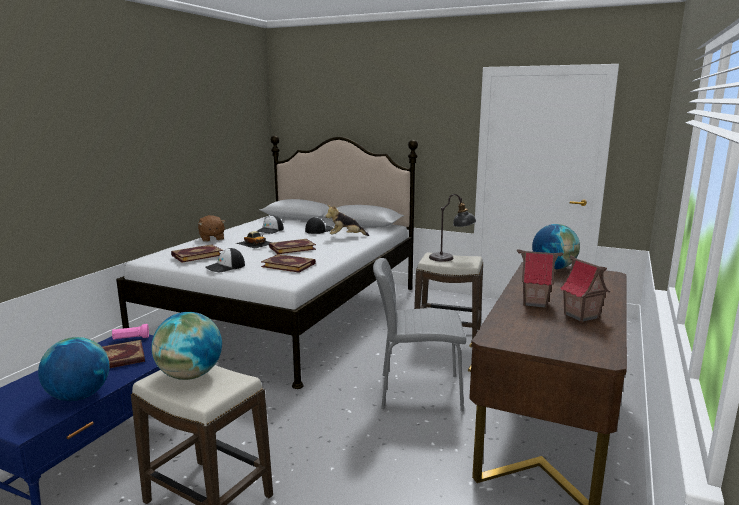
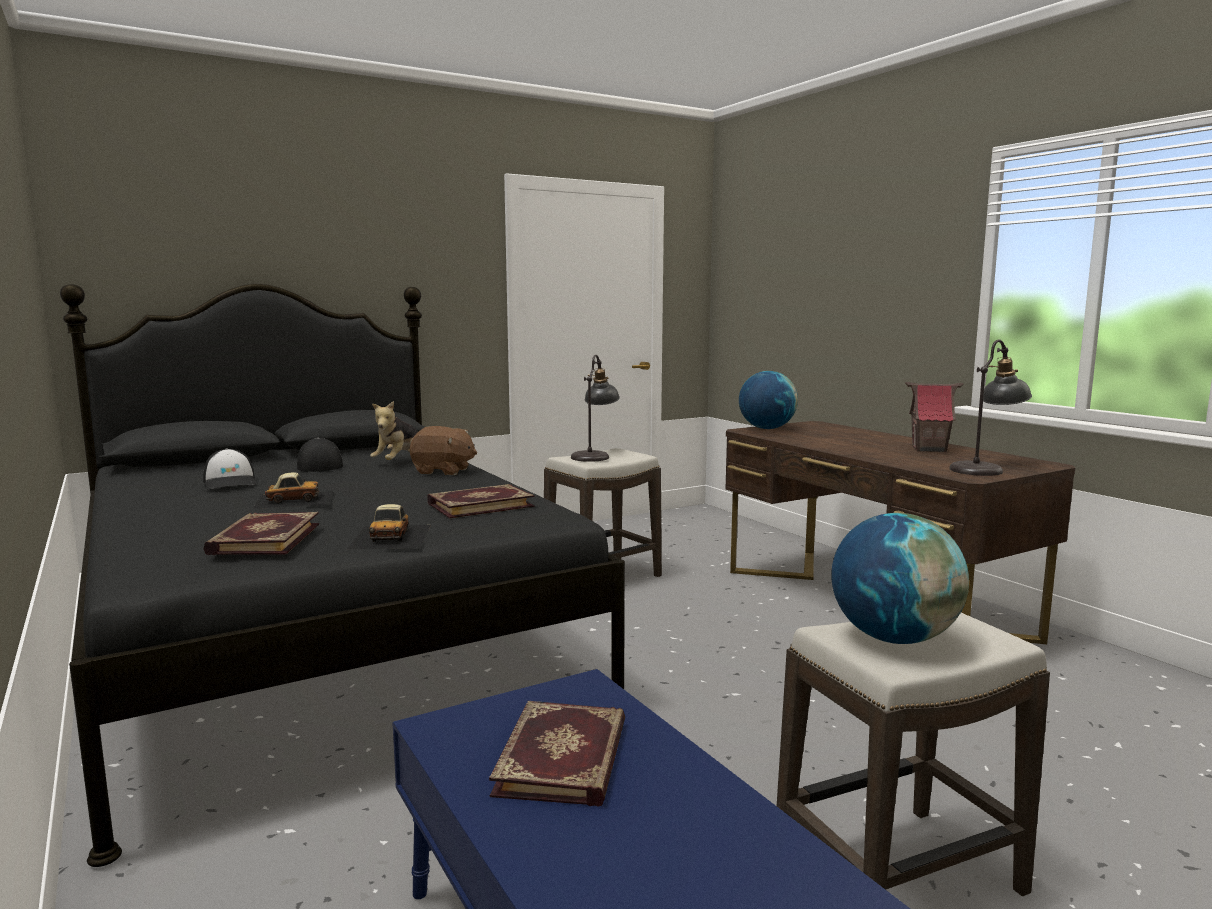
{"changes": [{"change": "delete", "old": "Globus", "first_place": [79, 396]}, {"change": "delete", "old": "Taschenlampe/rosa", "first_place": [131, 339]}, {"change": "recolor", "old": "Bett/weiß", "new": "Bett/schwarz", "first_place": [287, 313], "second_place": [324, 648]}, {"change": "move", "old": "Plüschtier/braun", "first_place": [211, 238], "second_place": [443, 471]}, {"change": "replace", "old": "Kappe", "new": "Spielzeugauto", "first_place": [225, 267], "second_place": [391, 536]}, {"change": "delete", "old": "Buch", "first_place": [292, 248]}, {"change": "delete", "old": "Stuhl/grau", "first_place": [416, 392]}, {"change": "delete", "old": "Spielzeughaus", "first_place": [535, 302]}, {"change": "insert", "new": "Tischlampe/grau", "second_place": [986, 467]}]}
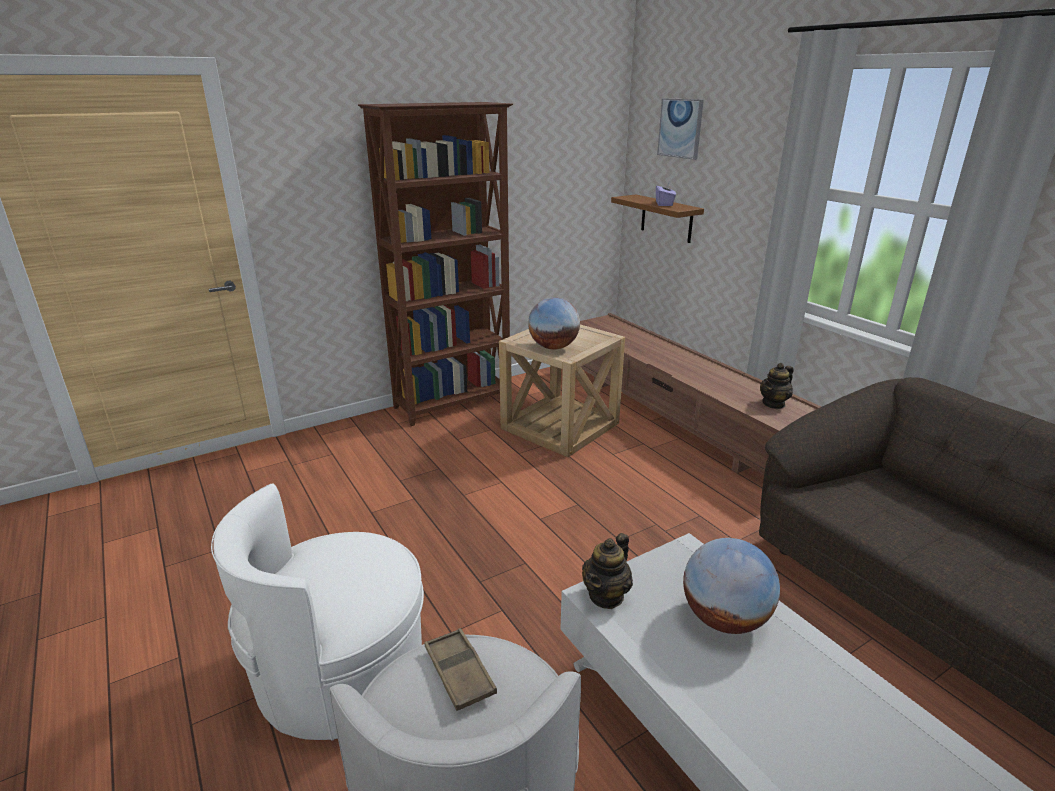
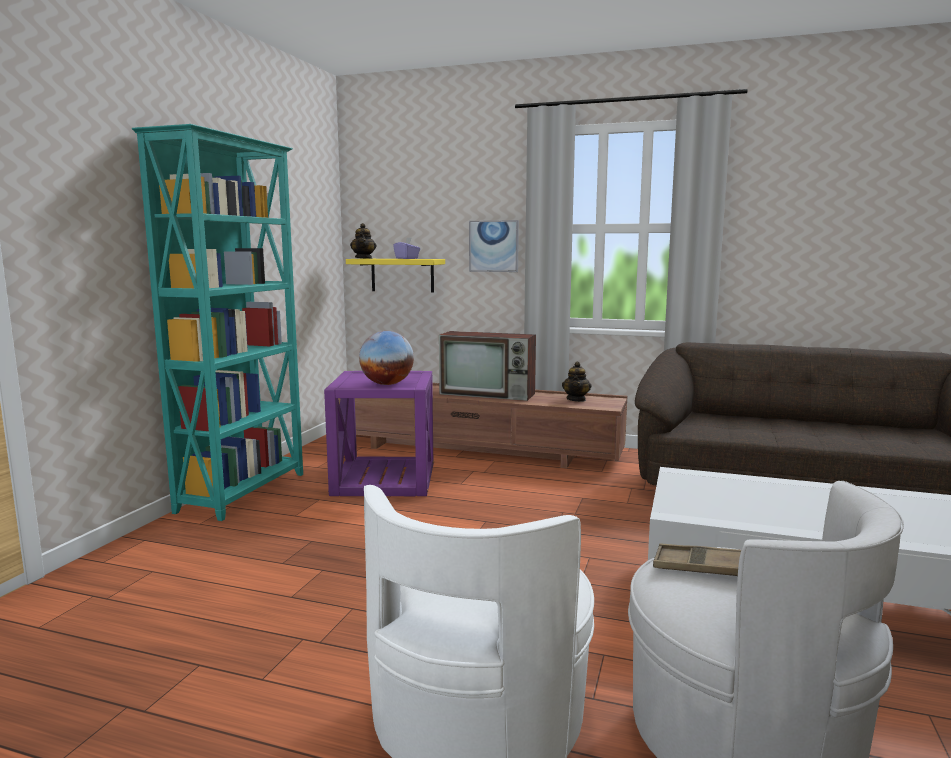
{"changes": [{"change": "recolor", "old": "Bücherregal/braun", "new": "Bücherregal/türkis", "first_place": [454, 403], "second_place": [244, 492]}, {"change": "recolor", "old": "Beistelltisch/beige", "new": "Beistelltisch/lila", "first_place": [560, 426], "second_place": [384, 479]}, {"change": "move", "old": "Teekanne", "first_place": [606, 595], "second_place": [364, 258]}, {"change": "recolor", "old": "Wandregal/braun", "new": "Wandregal/gelb", "first_place": [666, 218], "second_place": [402, 275]}, {"change": "move", "old": "Bild", "first_place": [680, 128], "second_place": [494, 246]}, {"change": "delete", "old": "Globus", "first_place": [724, 619]}, {"change": "insert", "new": "Fernseher", "second_place": [489, 394]}]}
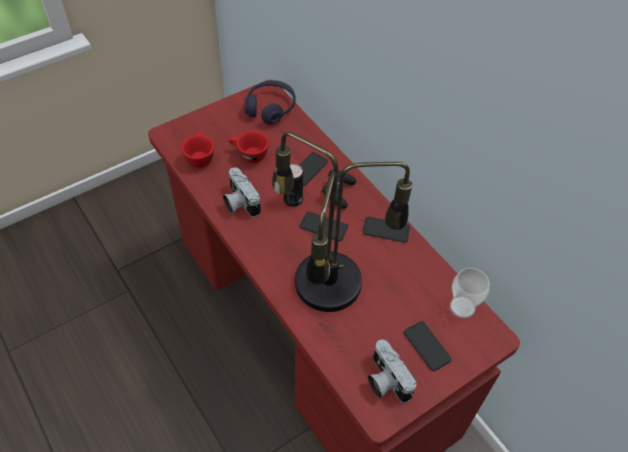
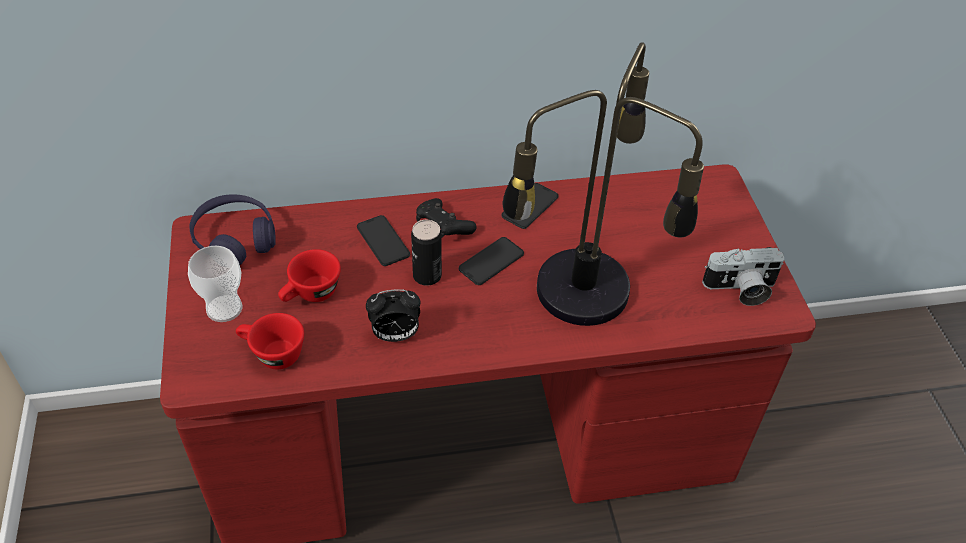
{"changes": [{"change": "replace", "old": "Kamera", "new": "Wecker", "first_place": [239, 202], "second_place": [395, 335]}, {"change": "delete", "old": "Handy", "first_place": [427, 346]}, {"change": "move", "old": "Tasse", "first_place": [462, 307], "second_place": [224, 308]}]}
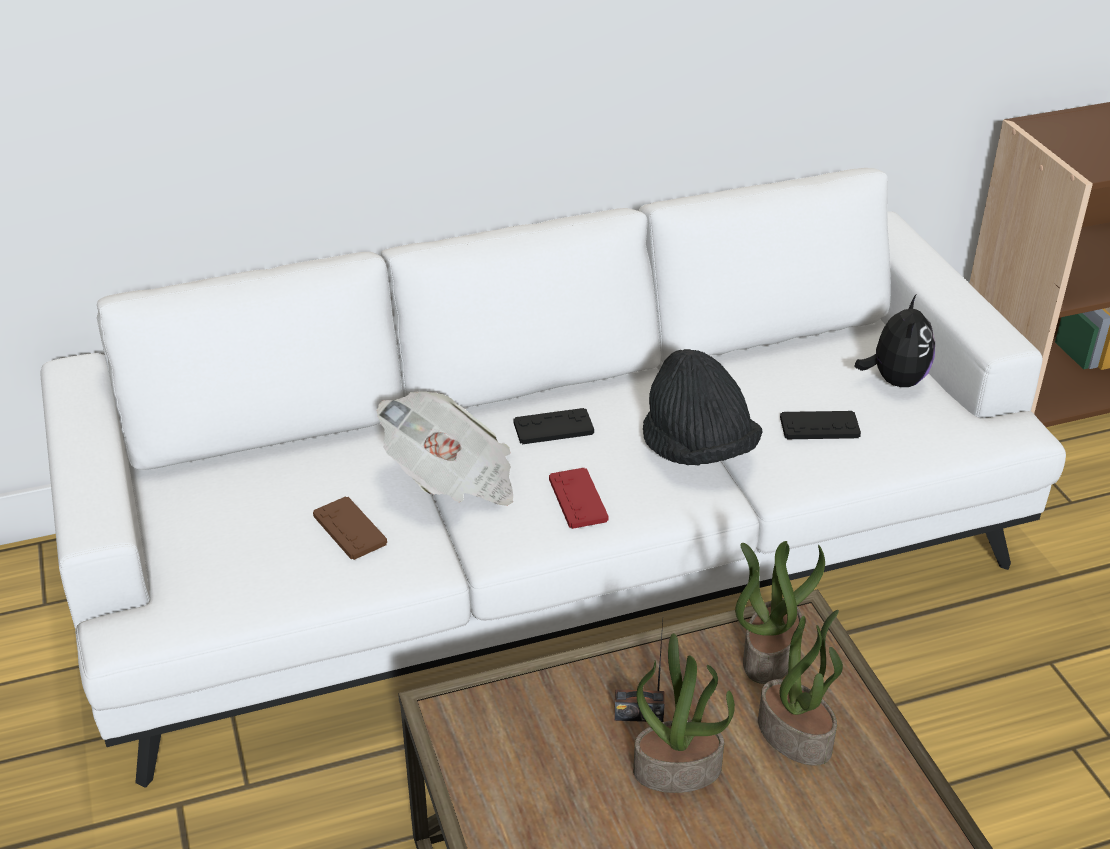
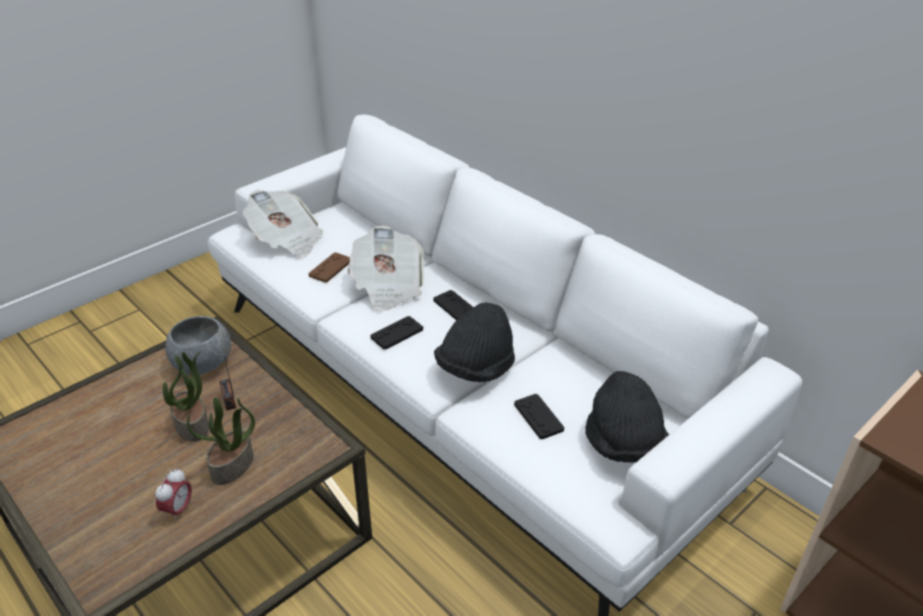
{"changes": [{"change": "recolor", "old": "Gamepad/rot", "new": "Gamepad/schwarz", "first_place": [578, 499], "second_place": [397, 333]}, {"change": "delete", "old": "Topfpflanze", "first_place": [769, 654]}, {"change": "replace", "old": "Plüschtier", "new": "Hut/schwarz", "first_place": [895, 380], "second_place": [624, 444]}, {"change": "insert", "new": "Wecker", "second_place": [178, 510]}, {"change": "insert", "new": "Schüssel/grau", "second_place": [202, 363]}, {"change": "insert", "new": "Zeitung", "second_place": [286, 240]}]}
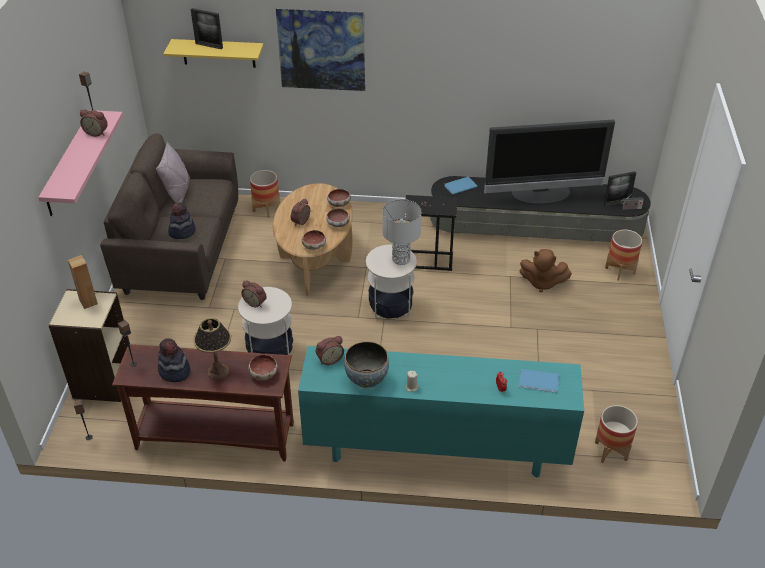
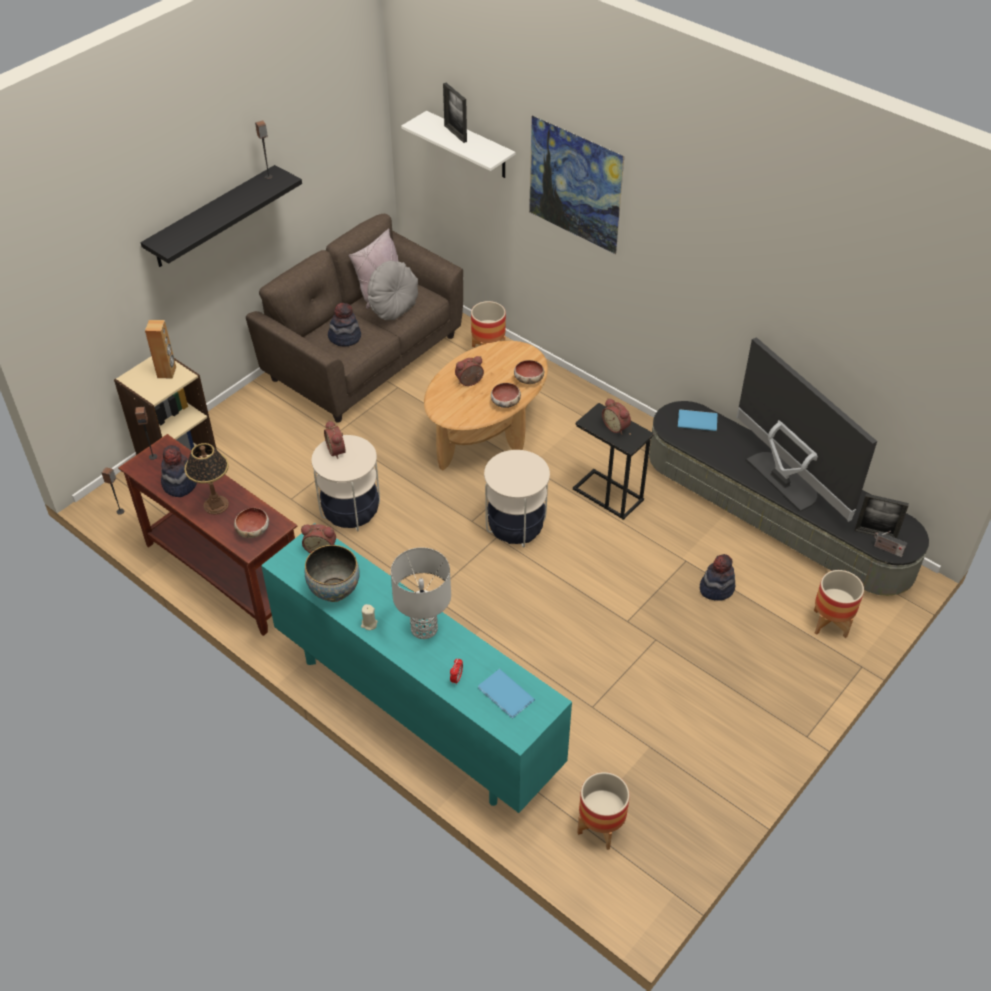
{"changes": [{"change": "recolor", "old": "Wandregal/rosa", "new": "Wandregal/schwarz", "first_place": [69, 164], "second_place": [212, 217]}, {"change": "move", "old": "Wecker", "first_place": [97, 132], "second_place": [616, 426]}, {"change": "recolor", "old": "Wandregal/gelb", "new": "Wandregal/weiß", "first_place": [218, 53], "second_place": [470, 145]}, {"change": "delete", "old": "Schüssel", "first_place": [314, 245]}, {"change": "move", "old": "Tischlampe/weiß", "first_place": [401, 259], "second_place": [424, 629]}, {"change": "rotate", "old": "Fernseher", "first_place": [541, 195], "second_place": [786, 478], "degrees": -150}, {"change": "replace", "old": "Plüschtier/braun", "new": "Hut", "first_place": [542, 282], "second_place": [716, 588]}, {"change": "insert", "new": "Kissen/grau", "second_place": [394, 311]}]}
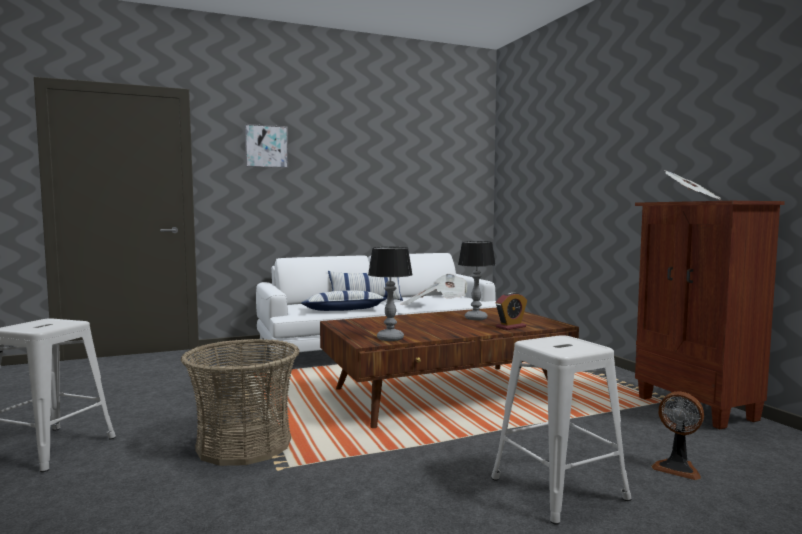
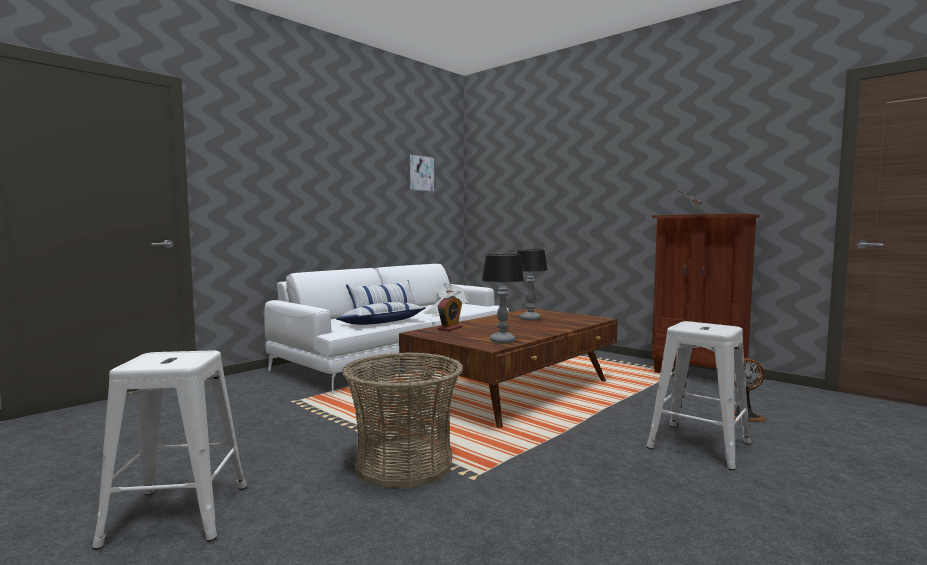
{"changes": [{"change": "move", "old": "Bild", "first_place": [266, 146], "second_place": [420, 173]}, {"change": "move", "old": "Wecker", "first_place": [511, 327], "second_place": [450, 328]}]}
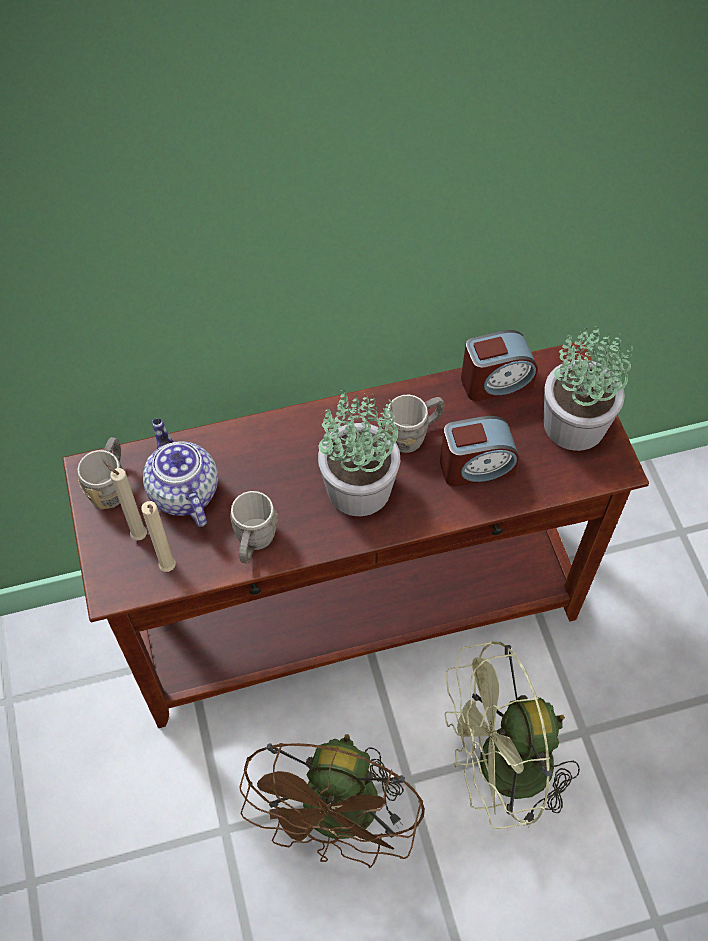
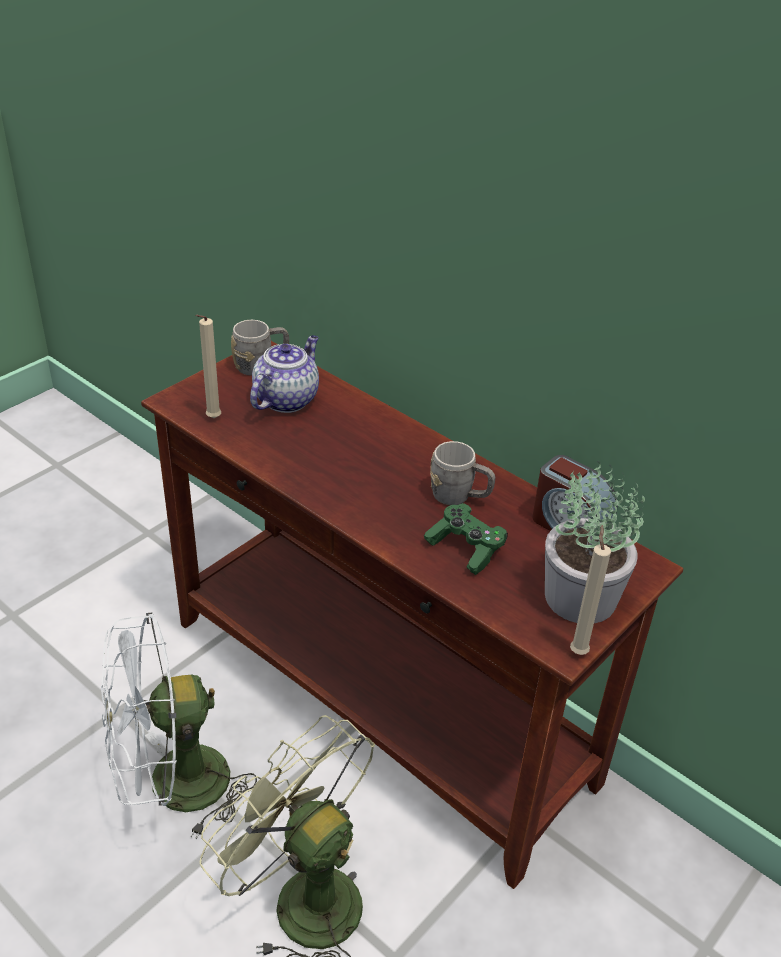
{"changes": [{"change": "move", "old": "Kerze/beige", "first_place": [137, 534], "second_place": [578, 650]}, {"change": "delete", "old": "Henkelbecher/grau", "first_place": [253, 543]}, {"change": "recolor", "old": "Ventilator/braun", "new": "Ventilator/weiß", "first_place": [339, 821], "second_place": [172, 787]}, {"change": "delete", "old": "Topfpflanze", "first_place": [360, 487]}, {"change": "replace", "old": "Wecker", "new": "Gamepad/grün", "first_place": [476, 466], "second_place": [466, 548]}]}
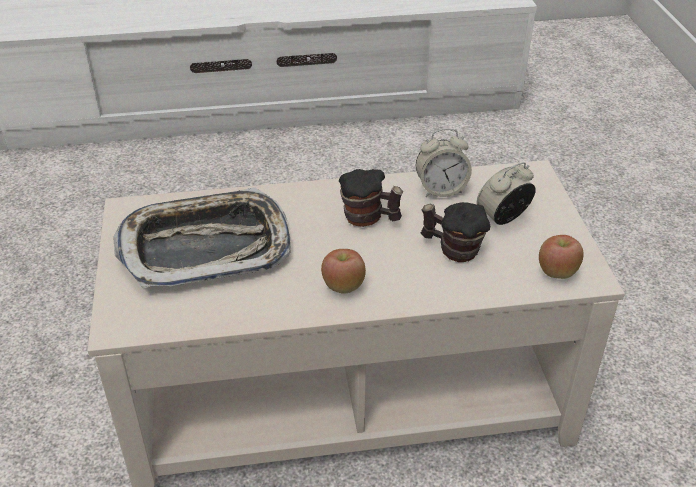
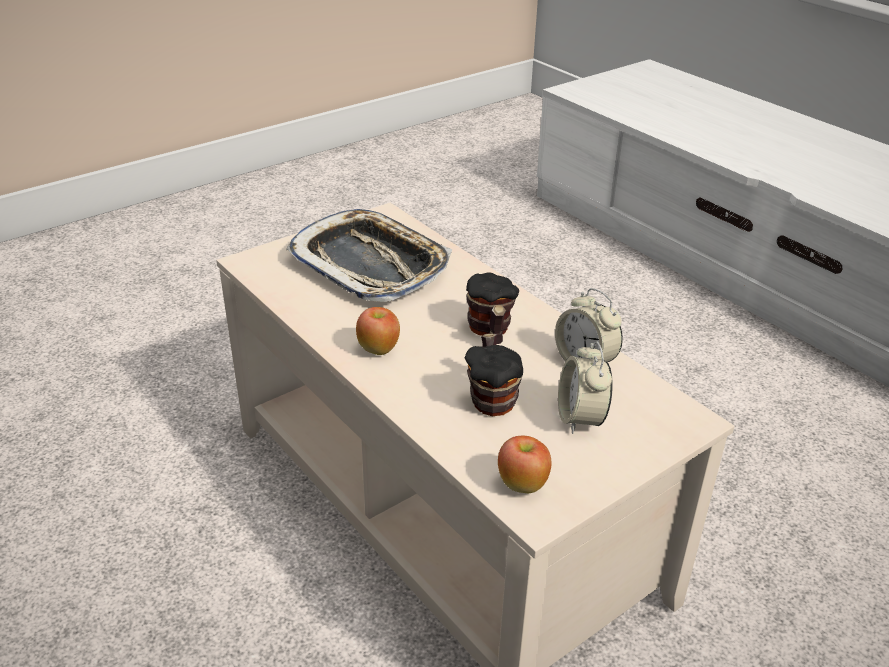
{"changes": [{"change": "rotate", "old": "Wecker", "first_place": [502, 218], "second_place": [580, 418], "degrees": -120}]}
